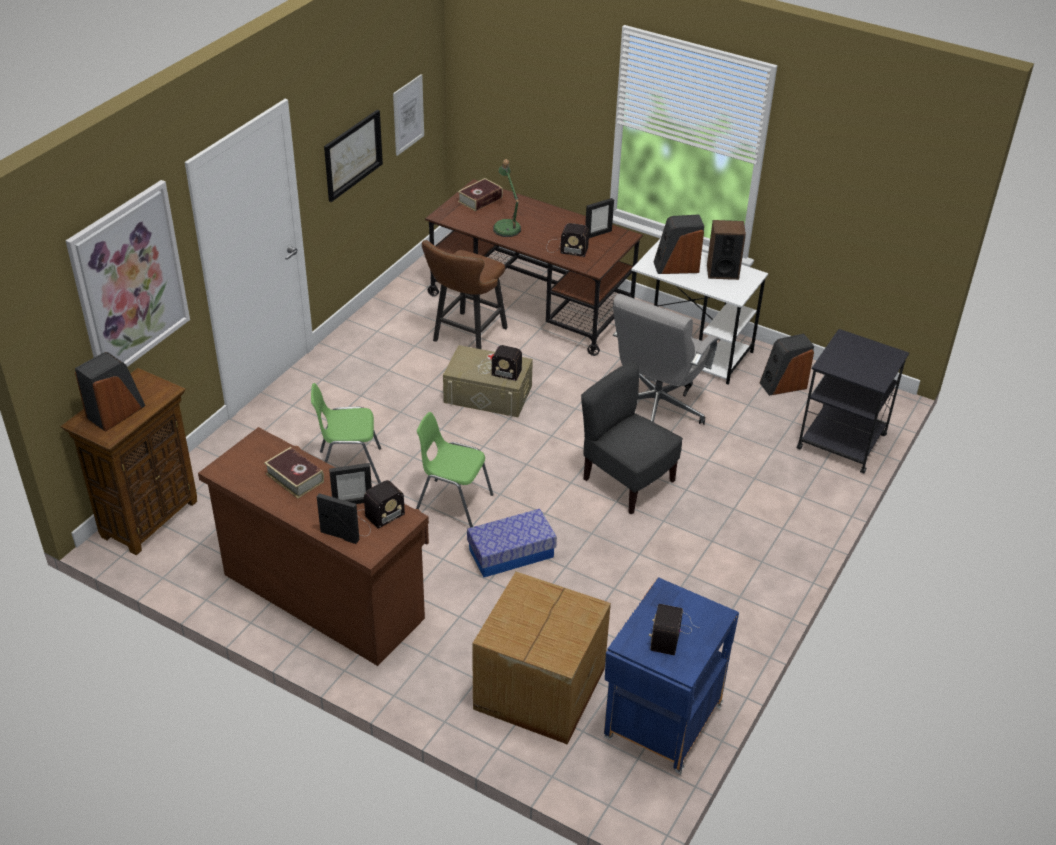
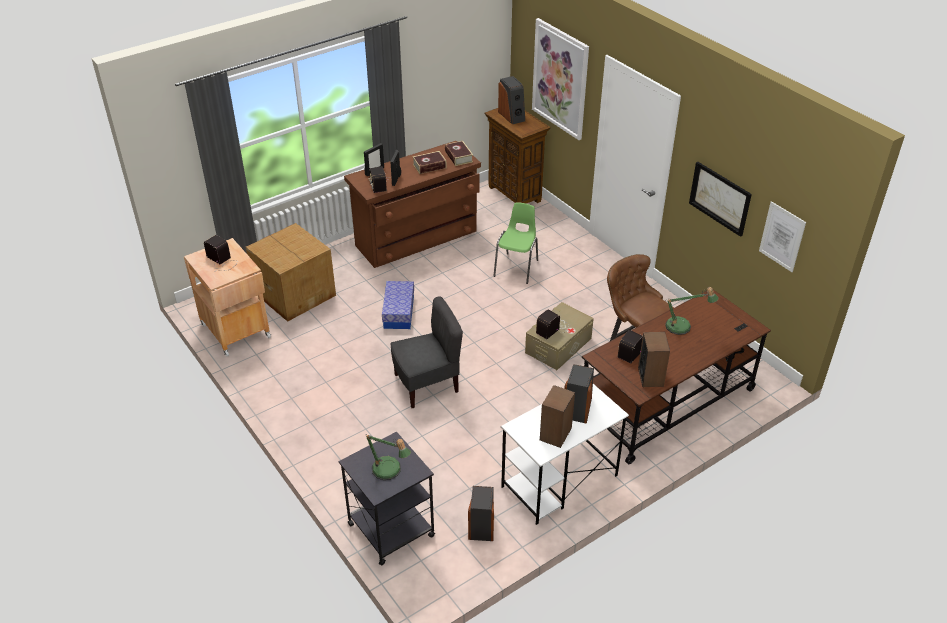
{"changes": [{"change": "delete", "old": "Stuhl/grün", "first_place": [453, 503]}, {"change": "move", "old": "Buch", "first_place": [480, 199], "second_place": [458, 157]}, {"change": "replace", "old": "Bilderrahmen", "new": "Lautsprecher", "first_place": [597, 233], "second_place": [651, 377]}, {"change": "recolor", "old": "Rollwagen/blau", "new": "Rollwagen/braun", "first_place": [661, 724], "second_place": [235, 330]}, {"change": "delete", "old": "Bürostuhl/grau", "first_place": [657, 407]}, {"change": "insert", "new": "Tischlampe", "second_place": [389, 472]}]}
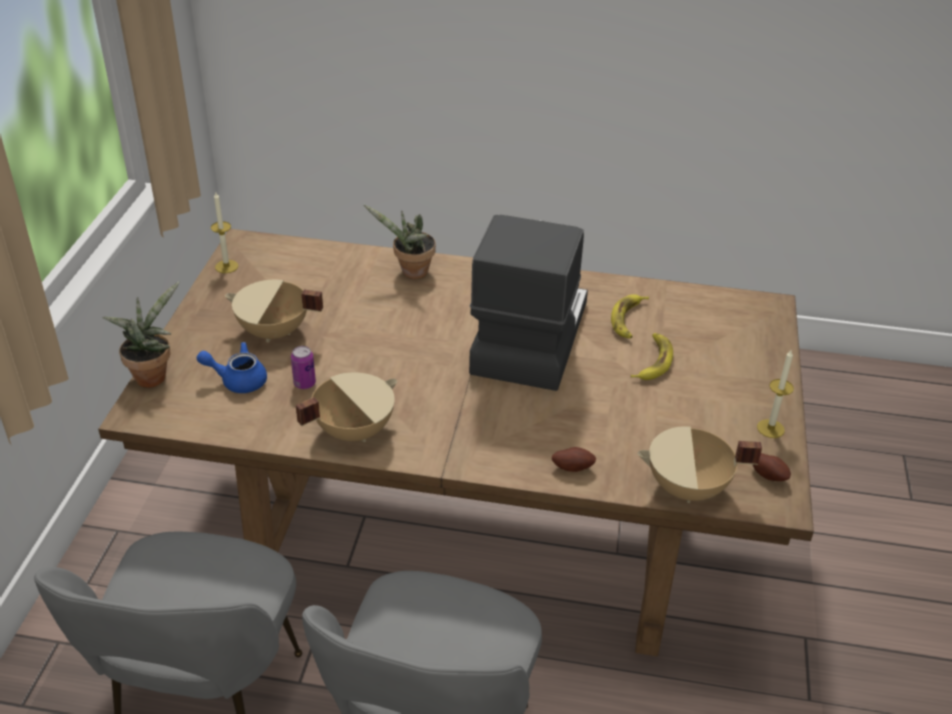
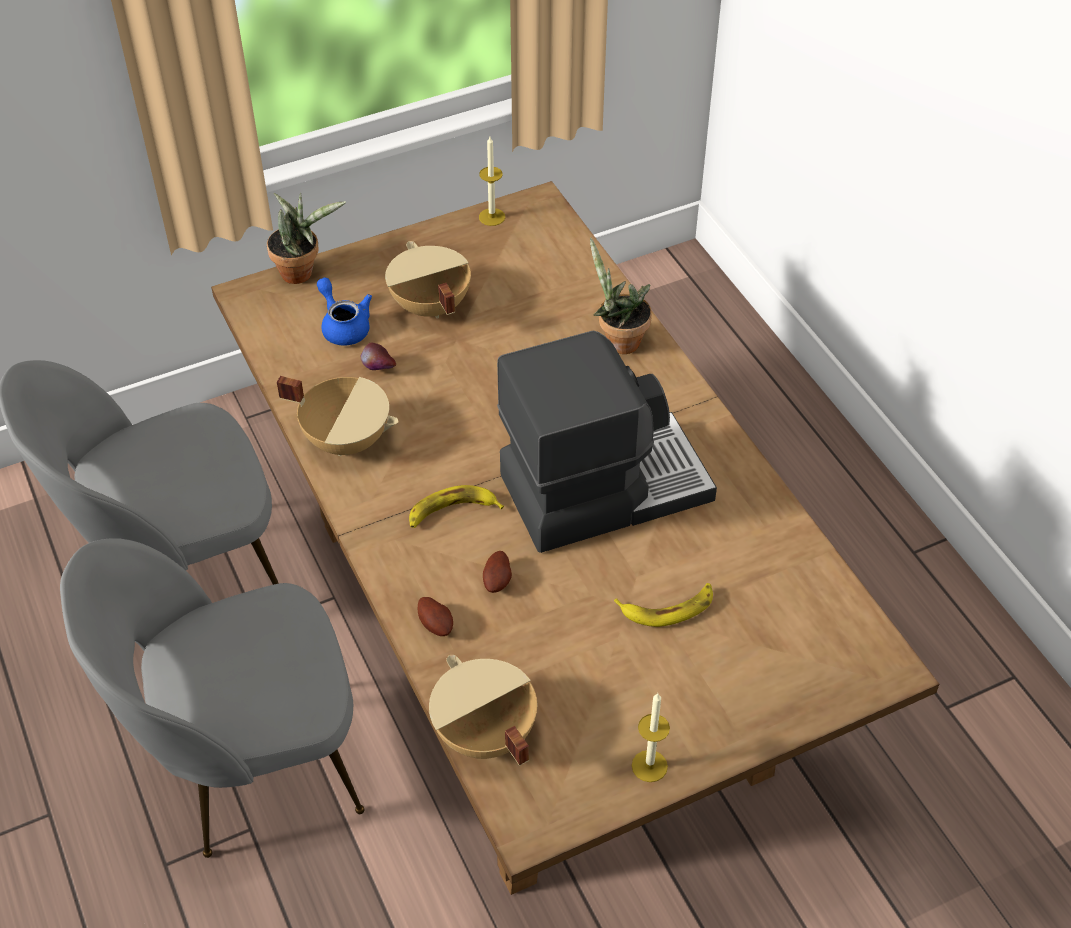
{"changes": [{"change": "replace", "old": "Dose", "new": "Apfel", "first_place": [304, 383], "second_place": [379, 370]}, {"change": "move", "old": "Banane", "first_place": [628, 320], "second_place": [452, 511]}, {"change": "move", "old": "Kartoffel", "first_place": [768, 475], "second_place": [498, 580]}]}
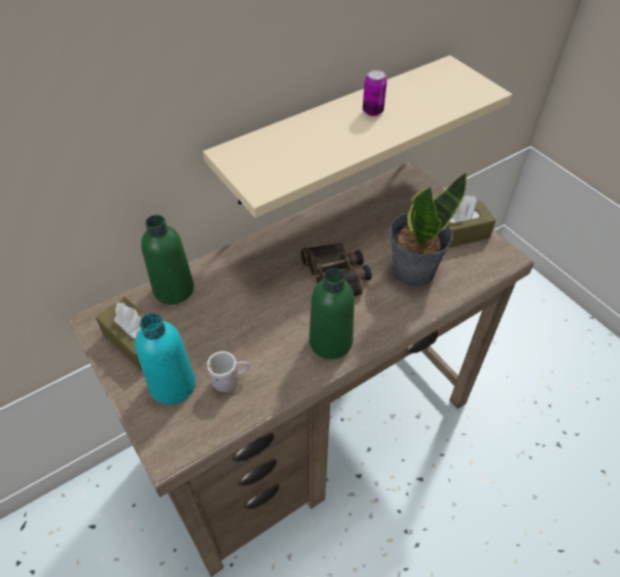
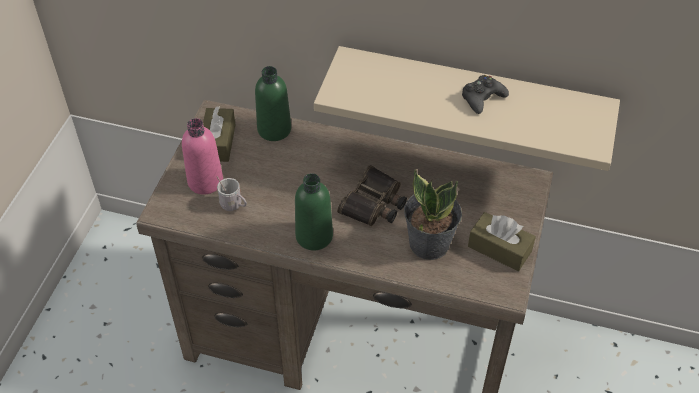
{"changes": [{"change": "recolor", "old": "Flasche/türkis", "new": "Flasche/rosa", "first_place": [172, 385], "second_place": [205, 181]}, {"change": "replace", "old": "Dose", "new": "Gamepad/schwarz", "first_place": [372, 111], "second_place": [482, 98]}]}
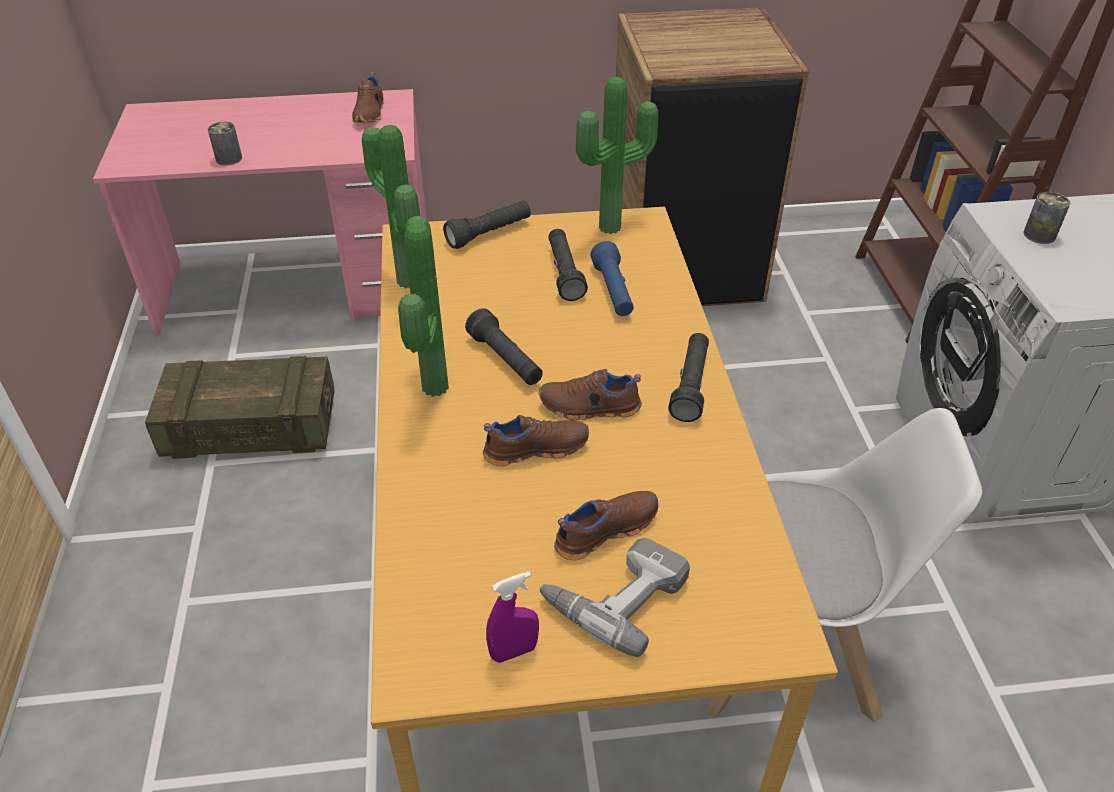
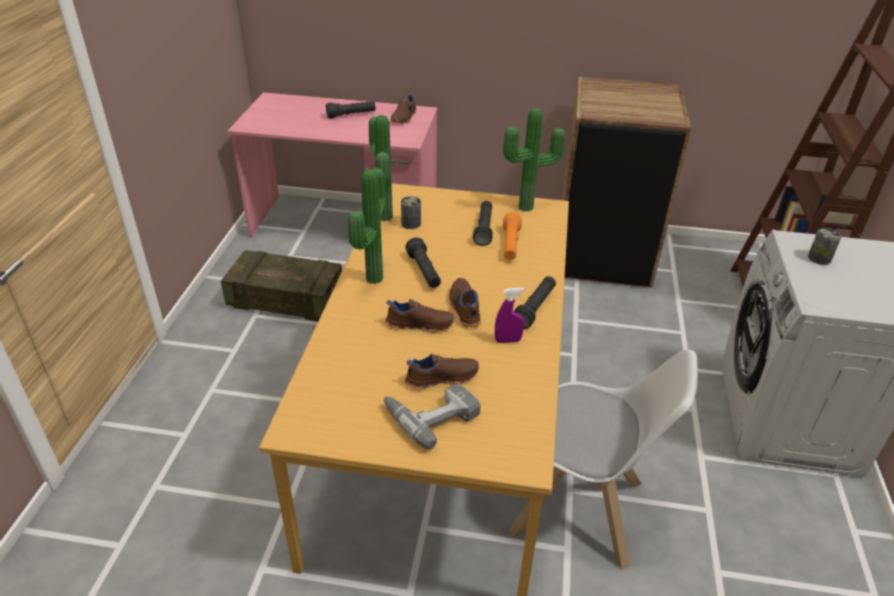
{"changes": [{"change": "move", "old": "Dose", "first_place": [229, 159], "second_place": [411, 224]}, {"change": "move", "old": "Taschenlampe/schwarz", "first_place": [489, 234], "second_place": [351, 115]}, {"change": "move", "old": "Sprühflasche/lila", "first_place": [514, 652], "second_place": [508, 340]}, {"change": "rotate", "old": "Schuh/braun", "first_place": [589, 408], "second_place": [464, 308], "degrees": 60}, {"change": "recolor", "old": "Taschenlampe/blau", "new": "Taschenlampe/orange", "first_place": [613, 291], "second_place": [510, 245]}]}
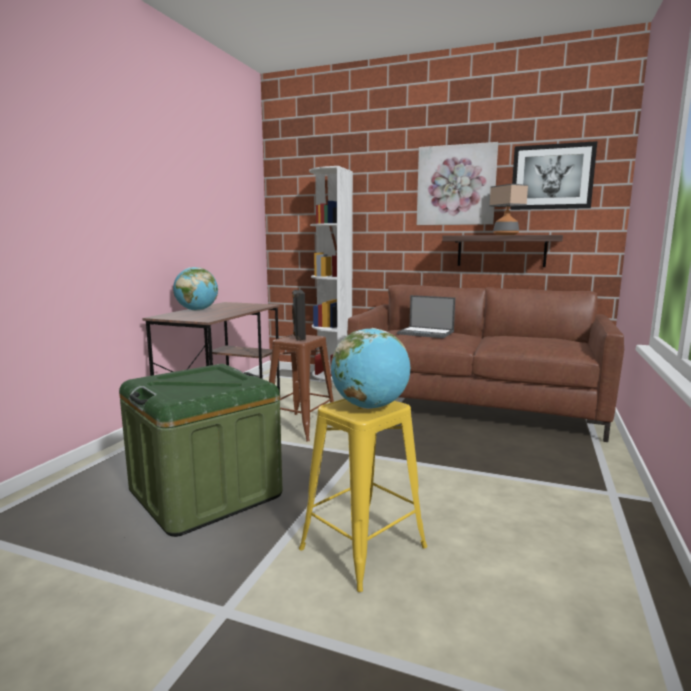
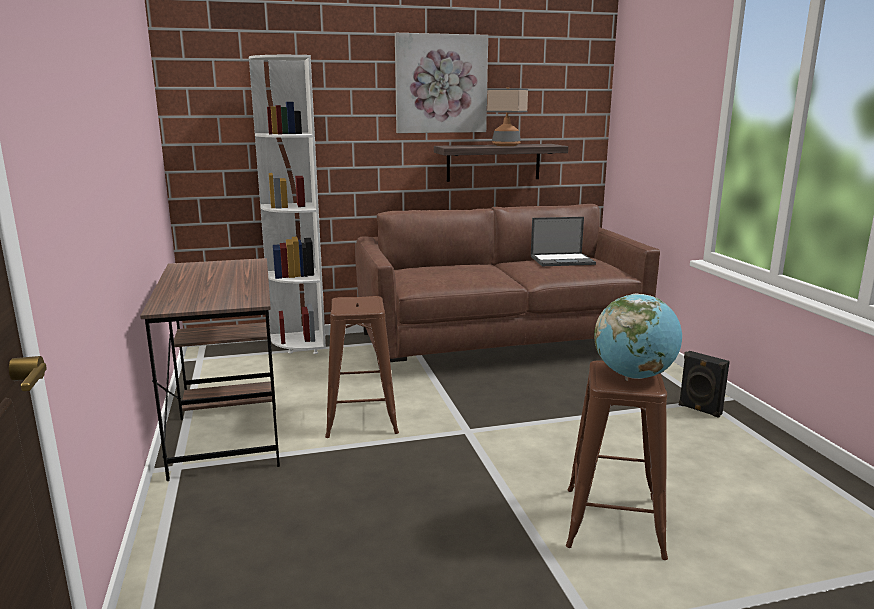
{"changes": [{"change": "delete", "old": "Aufbewahrungsbox/grün", "first_place": [205, 493]}, {"change": "delete", "old": "Globus", "first_place": [197, 310]}, {"change": "move", "old": "Lautsprecher/schwarz", "first_place": [298, 337], "second_place": [699, 410]}, {"change": "recolor", "old": "Hocker/gelb", "new": "Hocker/braun", "first_place": [363, 548], "second_place": [613, 521]}, {"change": "move", "old": "Laptop", "first_place": [426, 333], "second_place": [563, 260]}, {"change": "delete", "old": "Bild", "first_place": [552, 177]}]}
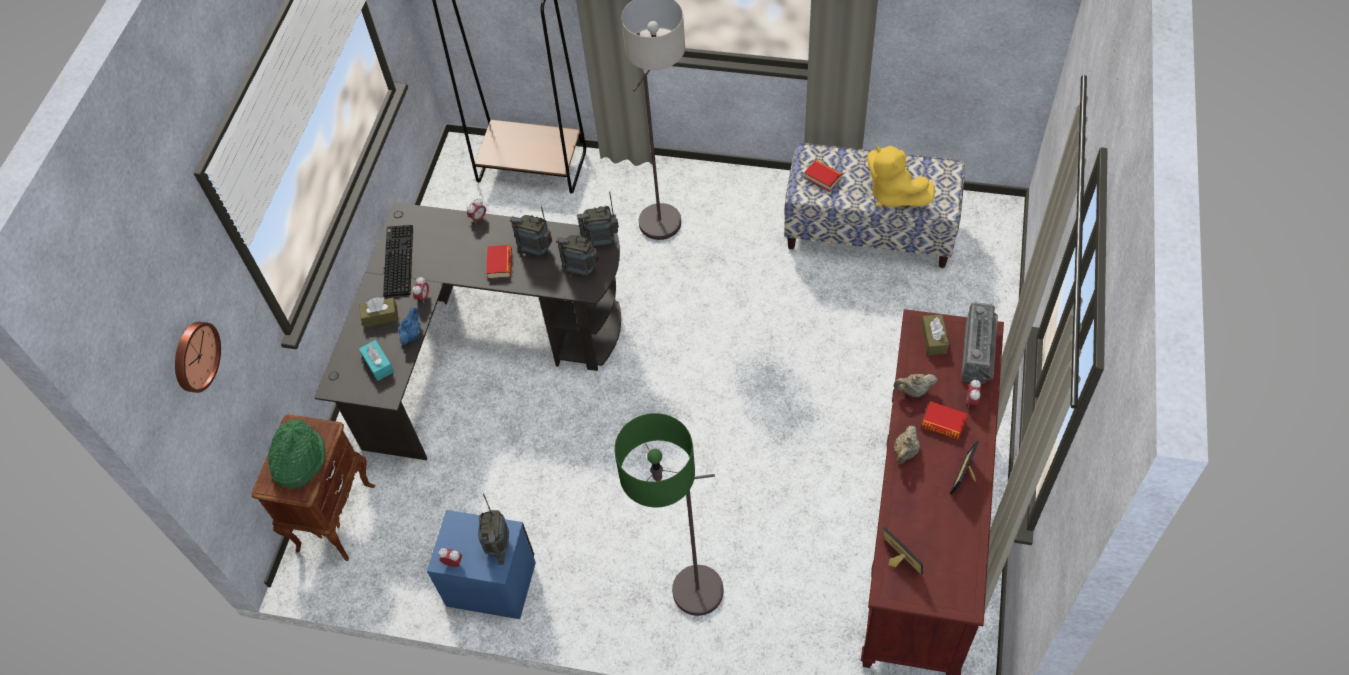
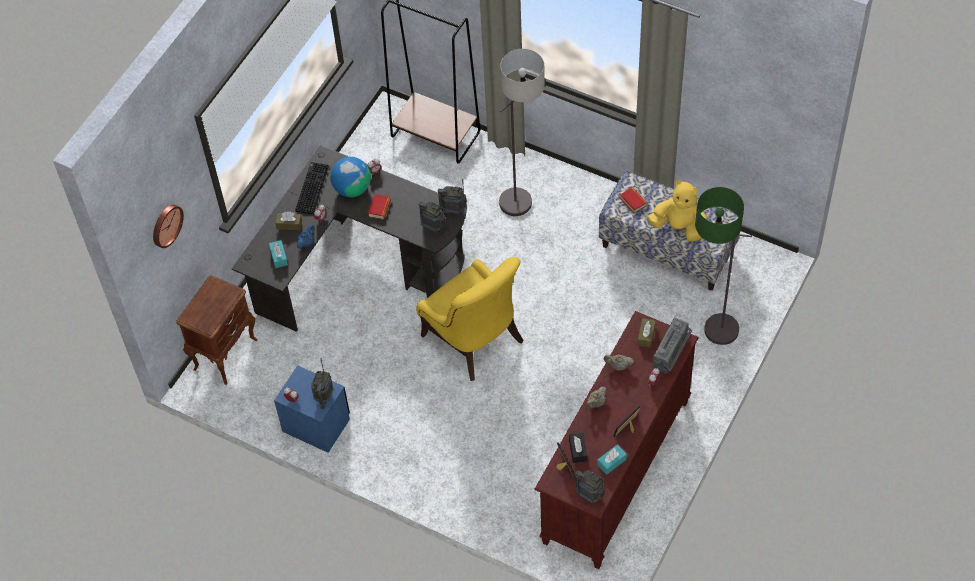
{"changes": [{"change": "delete", "old": "Hut/grün", "first_place": [298, 460]}, {"change": "move", "old": "Radio", "first_place": [537, 250], "second_place": [590, 495]}, {"change": "move", "old": "Stehlampe/grün", "first_place": [682, 593], "second_place": [710, 329]}, {"change": "rotate", "old": "Plüschtier/gelb", "first_place": [893, 194], "second_place": [679, 227], "degrees": 135}, {"change": "delete", "old": "Buch", "first_place": [943, 423]}, {"change": "insert", "new": "Globus", "second_place": [352, 188]}, {"change": "insert", "new": "Stuhl/gelb", "second_place": [474, 338]}, {"change": "insert", "new": "Taschentuchbox/schwarz", "second_place": [577, 450]}, {"change": "insert", "new": "Taschentuchbox/türkis", "second_place": [611, 462]}]}
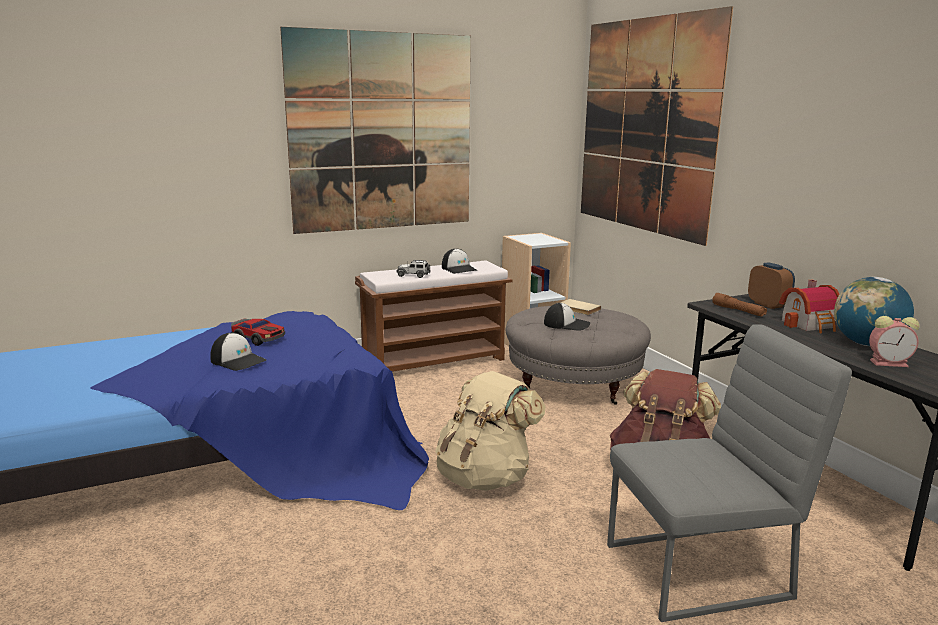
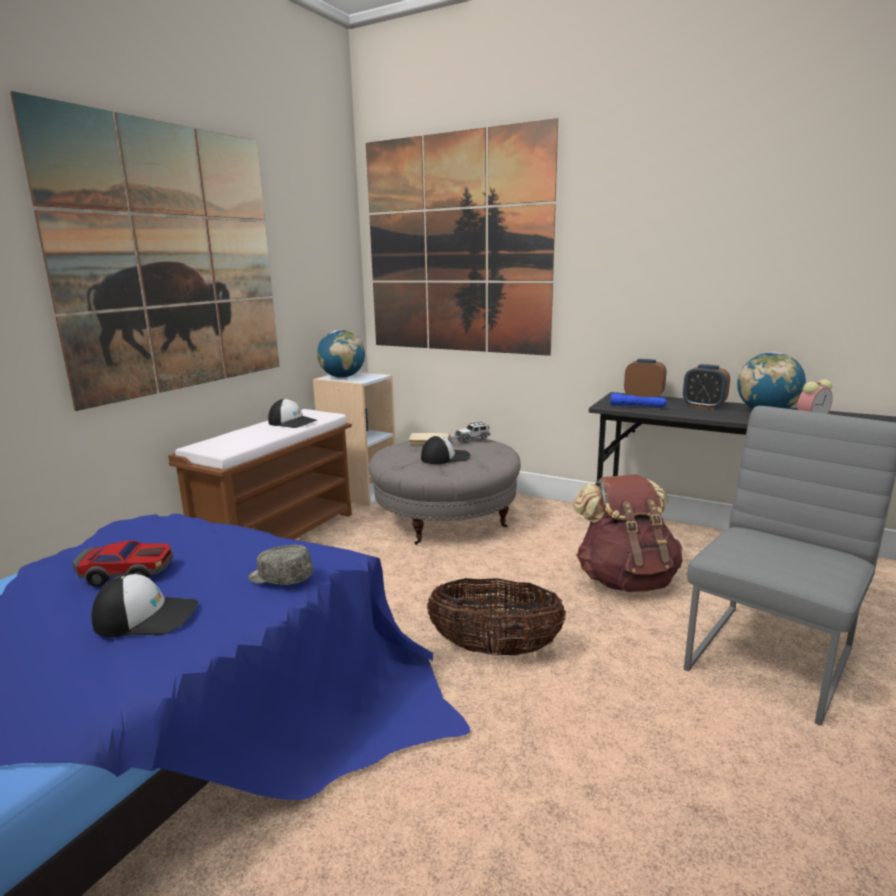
{"changes": [{"change": "move", "old": "Spielzeugauto", "first_place": [413, 275], "second_place": [472, 439]}, {"change": "replace", "old": "Rucksack/beige", "new": "Korb", "first_place": [485, 477], "second_place": [495, 649]}, {"change": "recolor", "old": "Taschenlampe/braun", "new": "Taschenlampe/blau", "first_place": [738, 311], "second_place": [637, 406]}, {"change": "replace", "old": "Spielzeughaus", "new": "Wecker", "first_place": [810, 325], "second_place": [703, 406]}, {"change": "insert", "new": "Kappe/grau", "second_place": [280, 578]}, {"change": "insert", "new": "Globus", "second_place": [342, 377]}]}
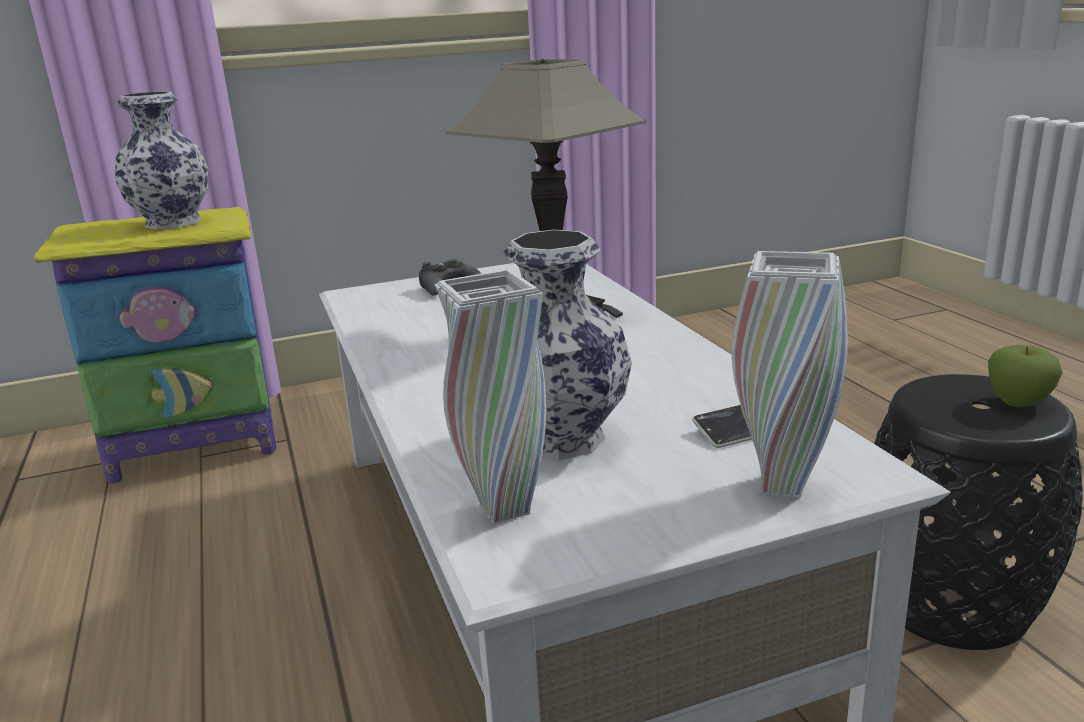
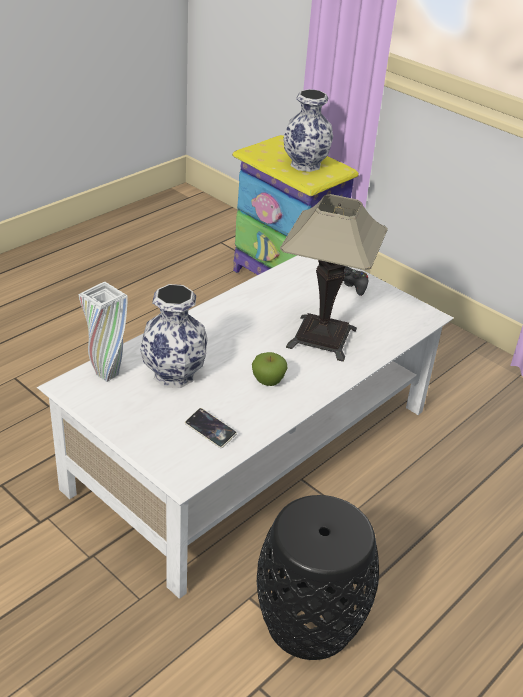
{"changes": [{"change": "delete", "old": "Vase/weiß", "first_place": [781, 485]}, {"change": "move", "old": "Apfel", "first_place": [1018, 403], "second_place": [268, 382]}]}
